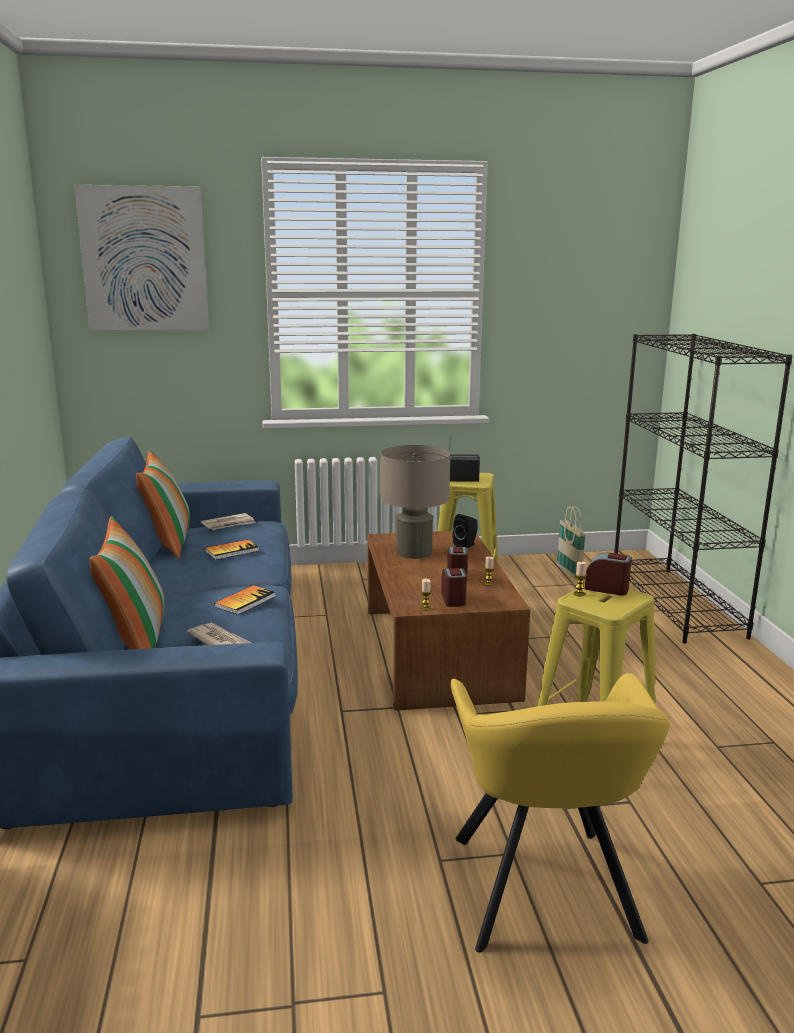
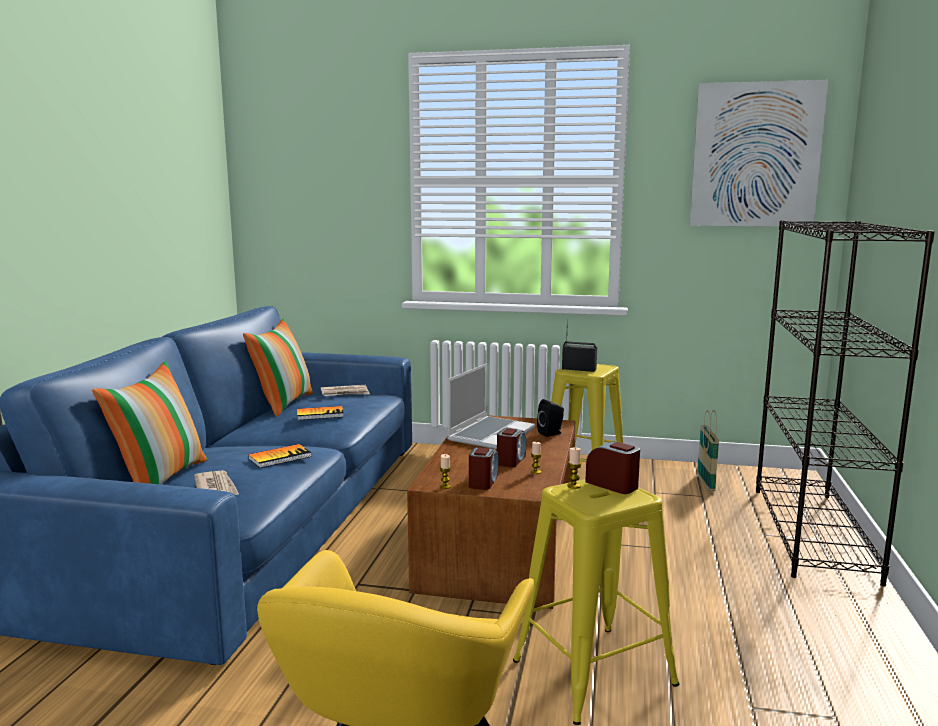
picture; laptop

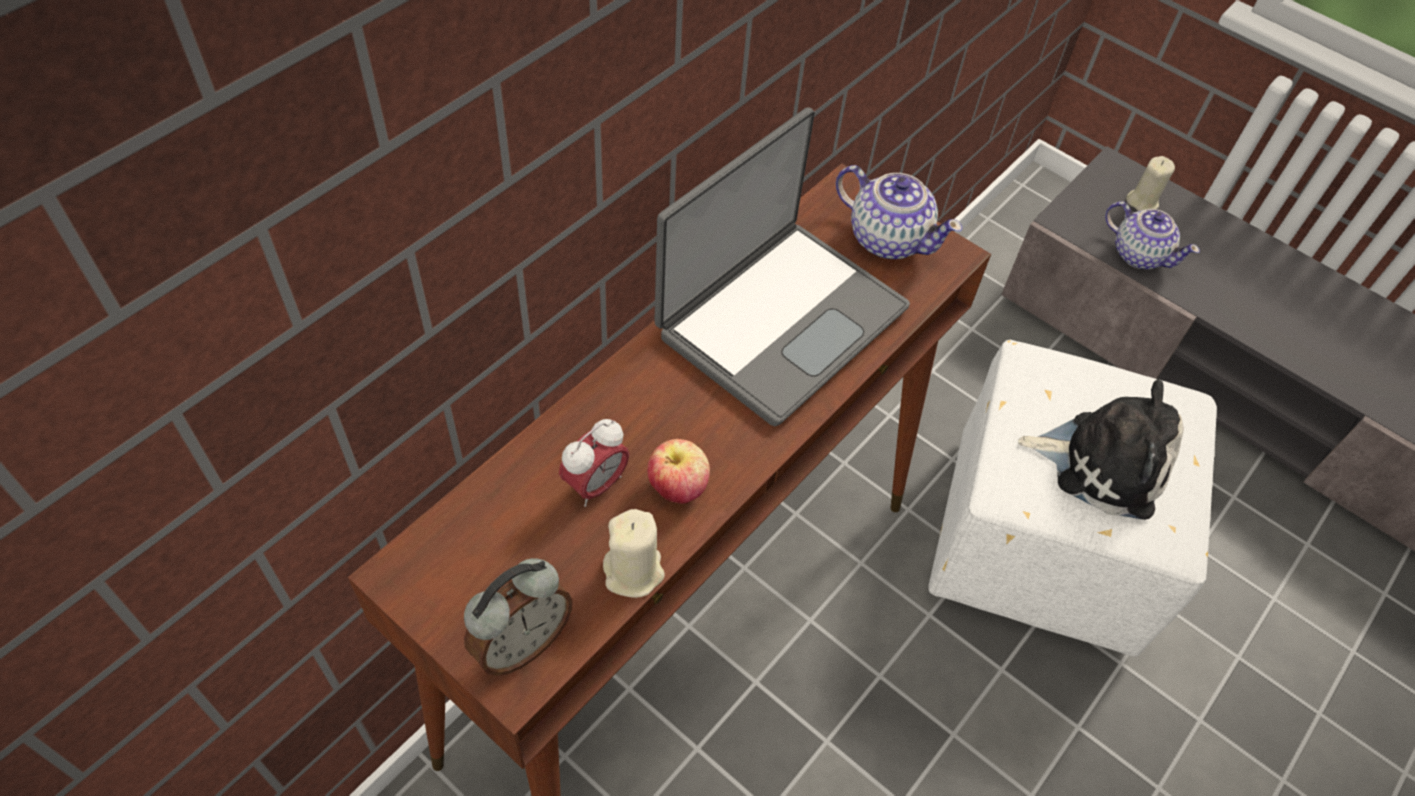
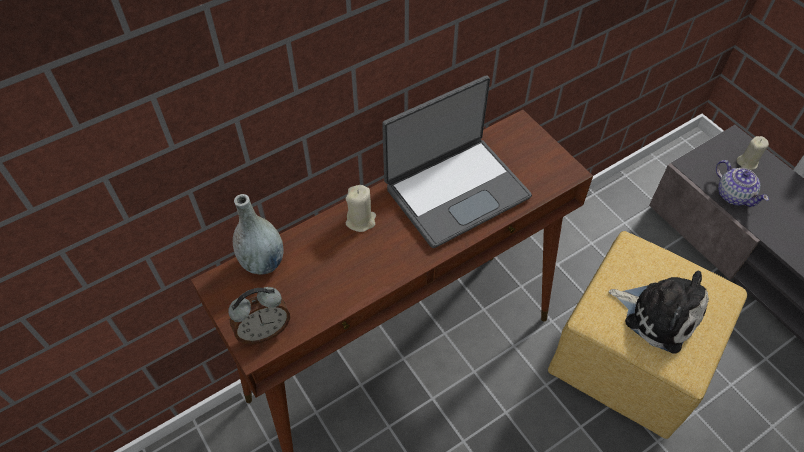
alarm clock (2nd from left in the first image); candle (beige) (1st from left); apple; teapot (1st from left in the first image); ottoman (yellow); vase (grey)

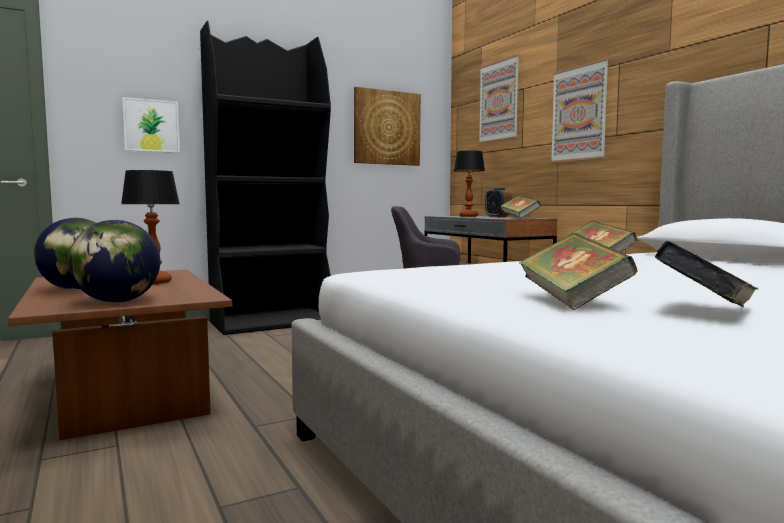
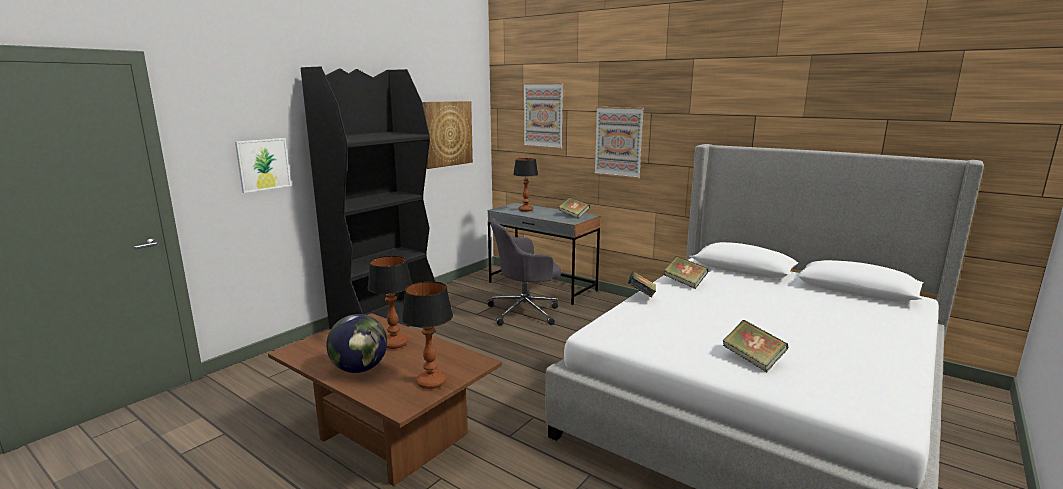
table lamp (2nd from left); alarm clock; book (2nd from left)

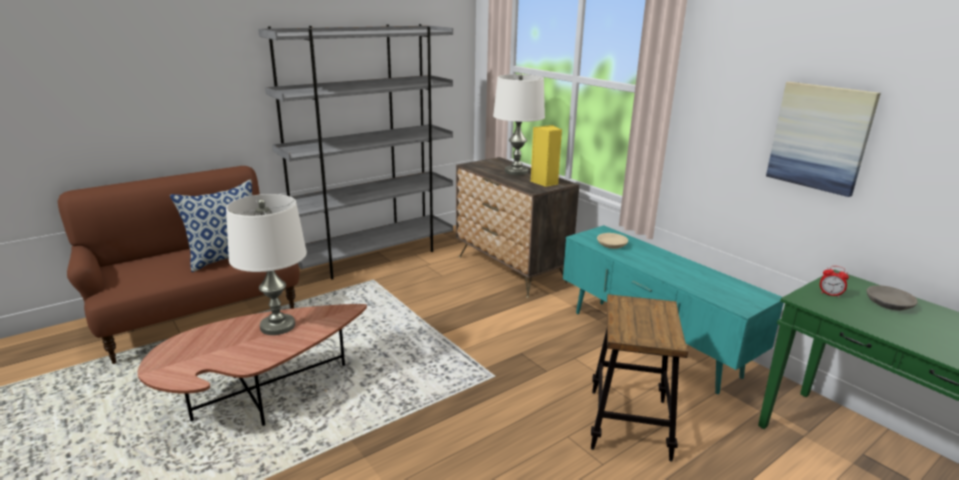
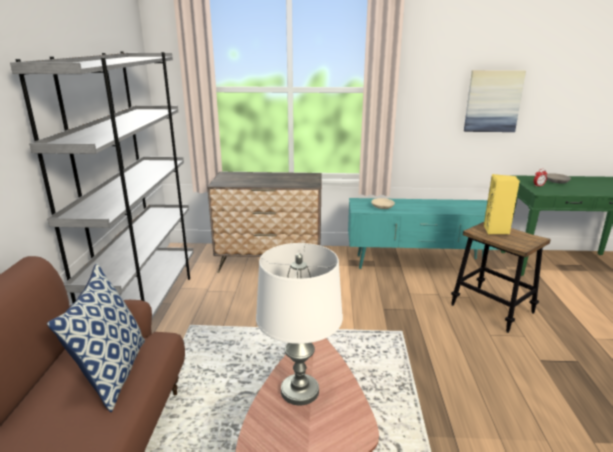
table lamp (white) (2nd from left in the first image); speaker (yellow)

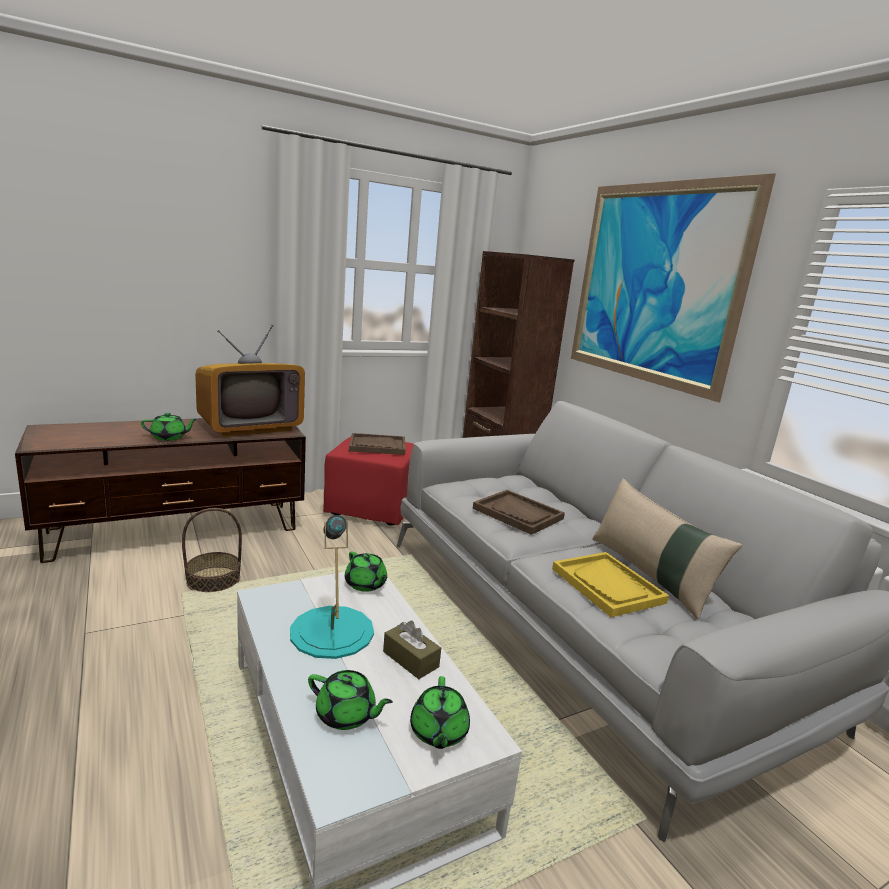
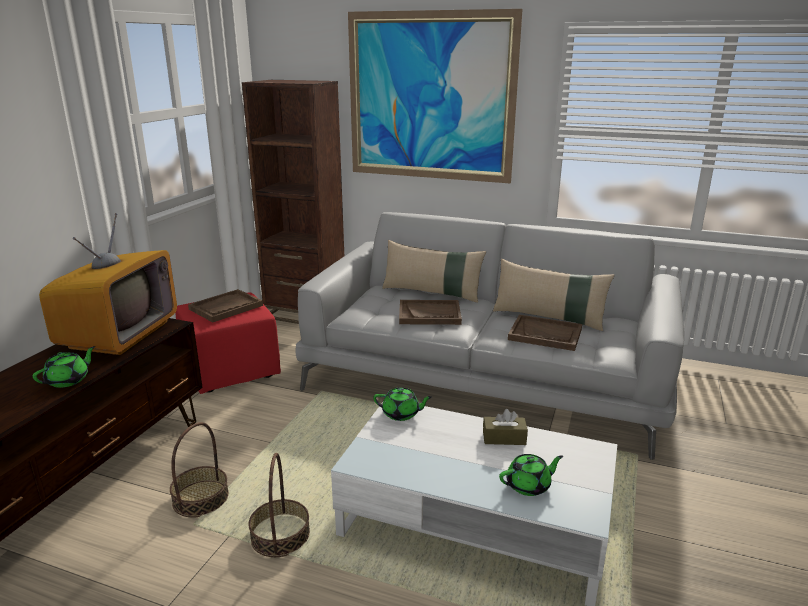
table lamp (turquoise); teapot (green) (4th from left in the first image); tray (brown) (3rd from left); basket (2nd from left); pillow (beige) (1st from left)

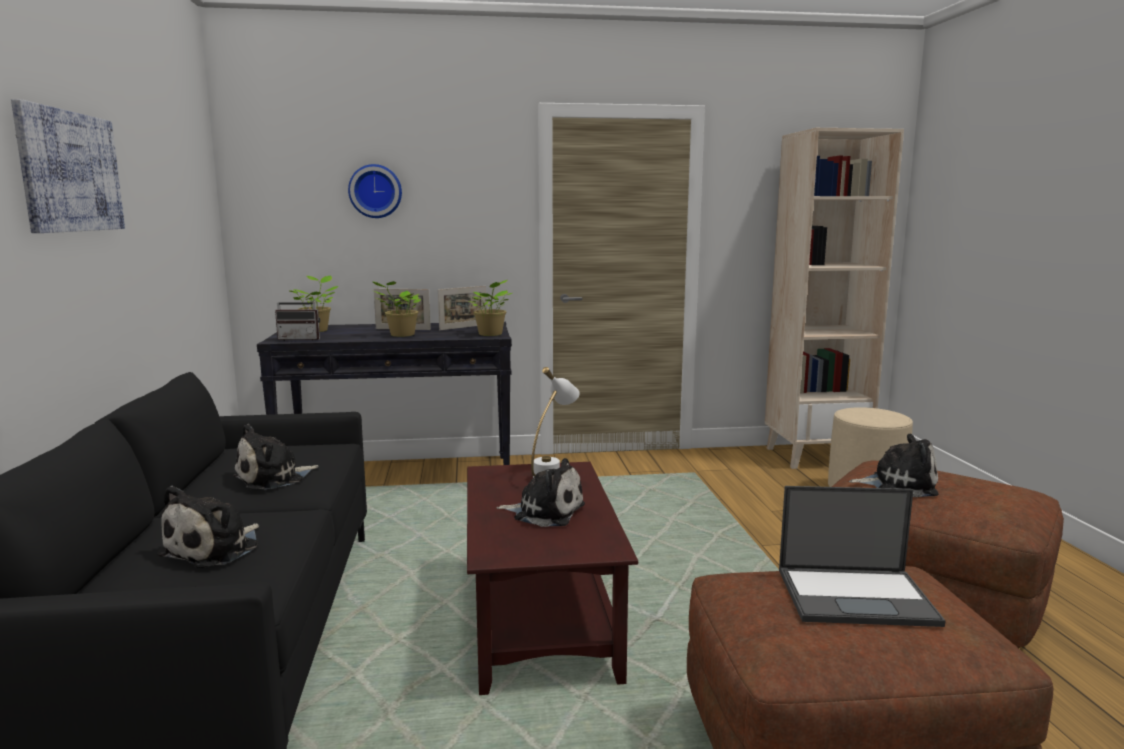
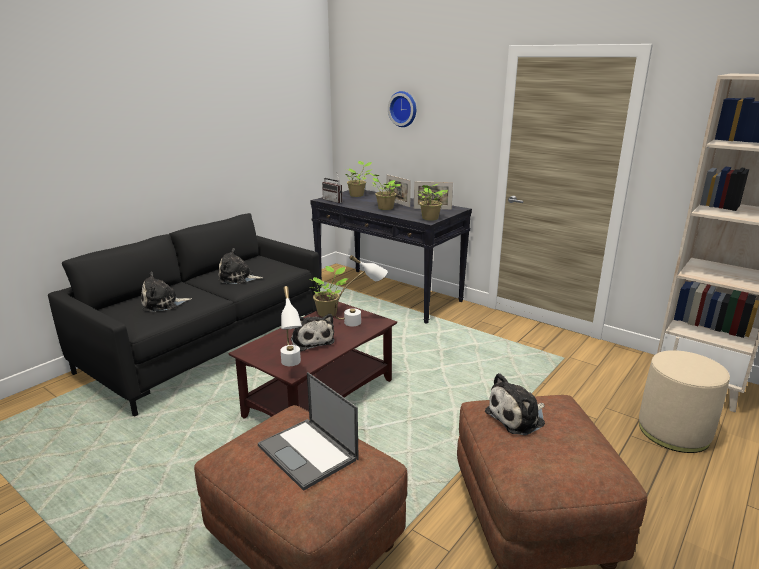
picture; plush toy (4th from left); table lamp (white) (1st from left); potted plant (1st from left)

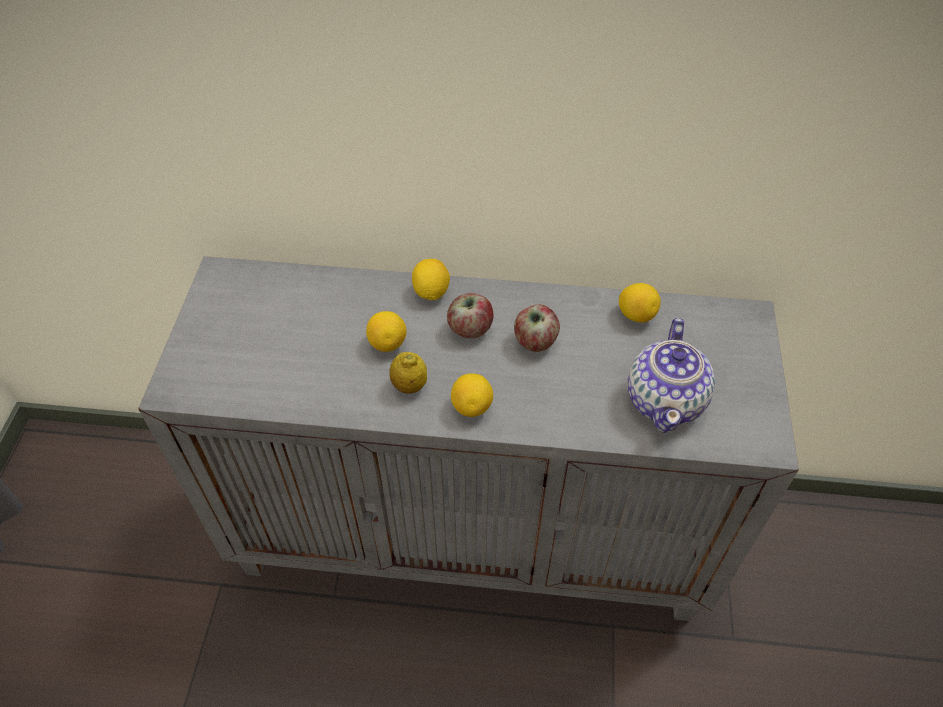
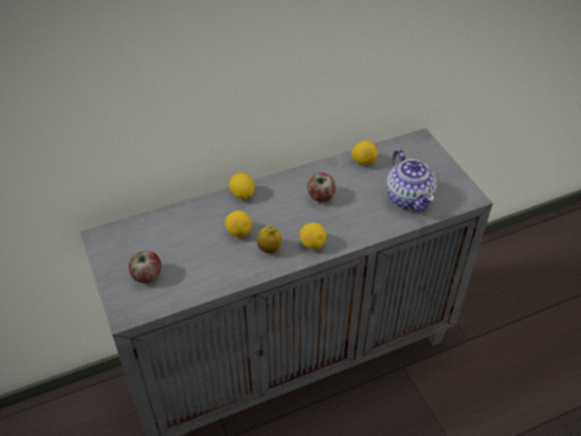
apple (1st from left)

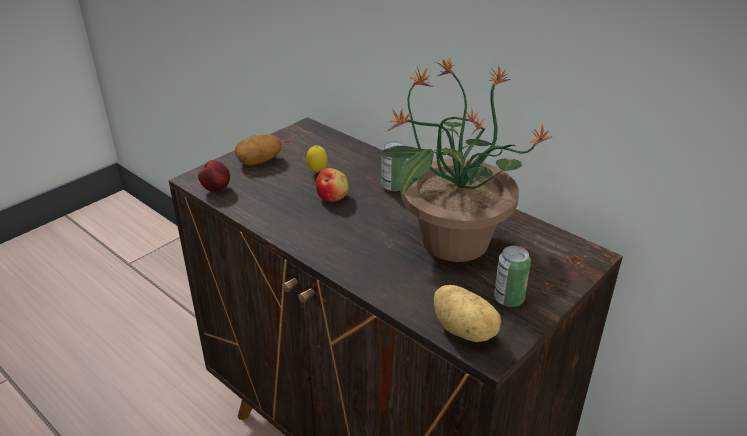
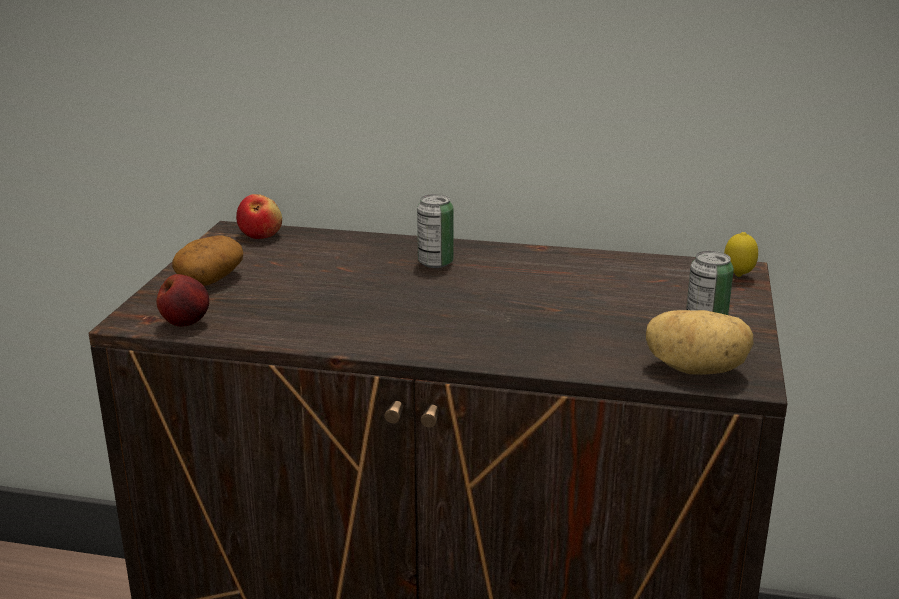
lemon; apple (2nd from left); potted plant

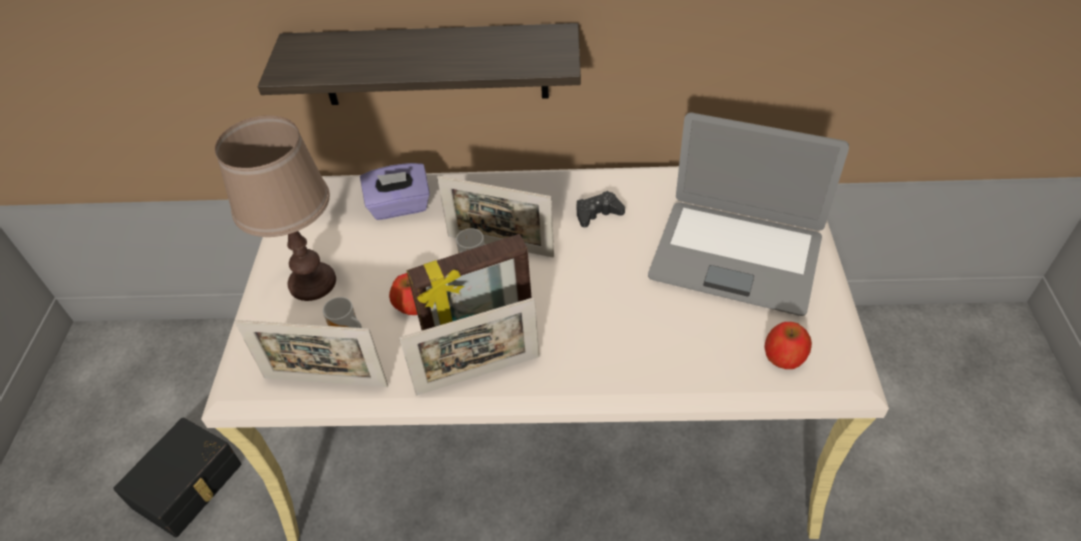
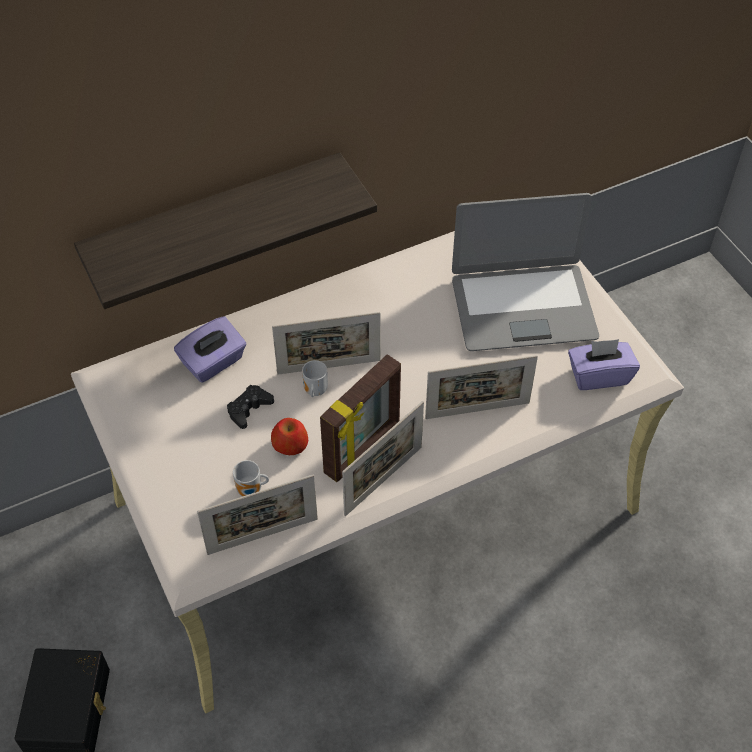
table lamp (brown); game controller (black); tissue box (purple) (2nd from left); picture frame (5th from left)

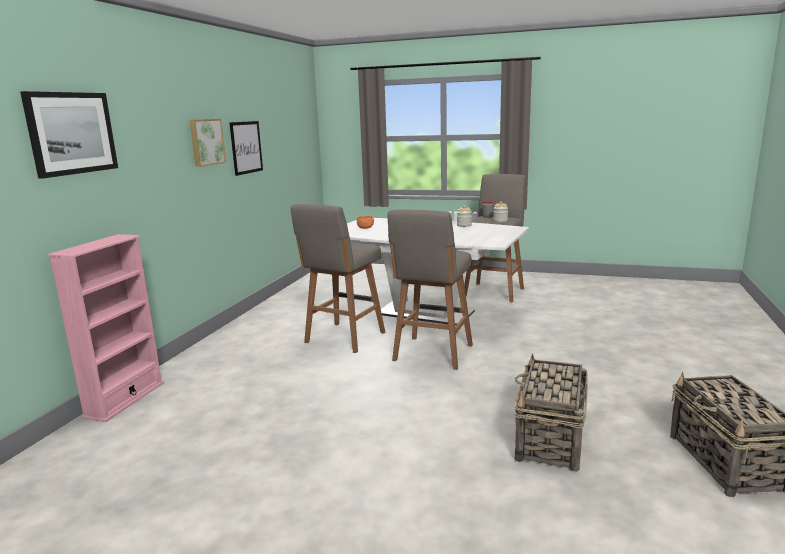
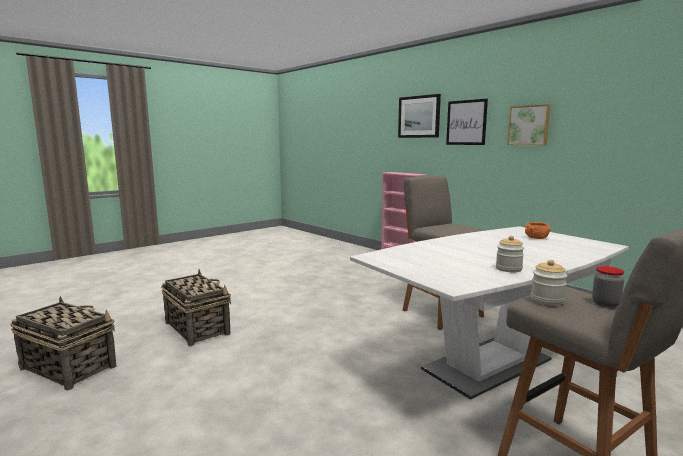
picture (2nd from left); stool (grey) (2nd from left in the first image)

